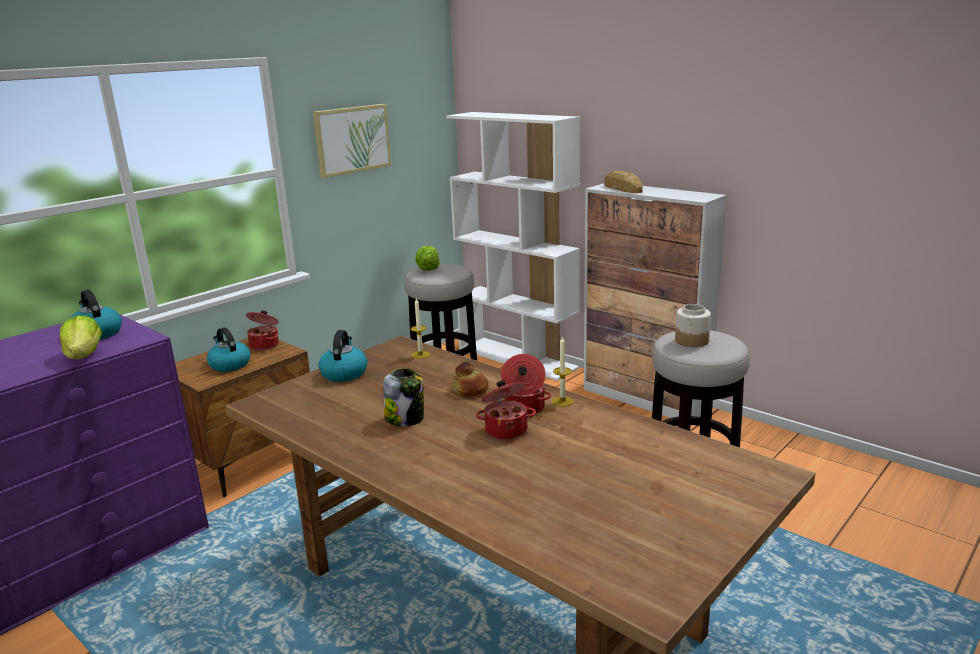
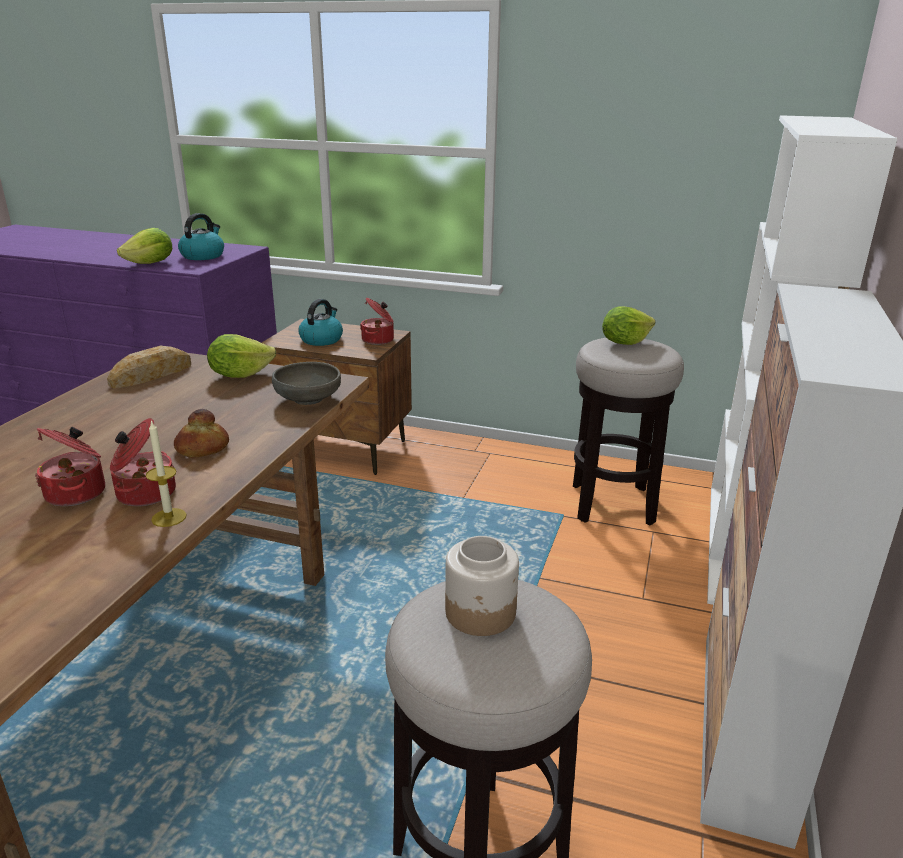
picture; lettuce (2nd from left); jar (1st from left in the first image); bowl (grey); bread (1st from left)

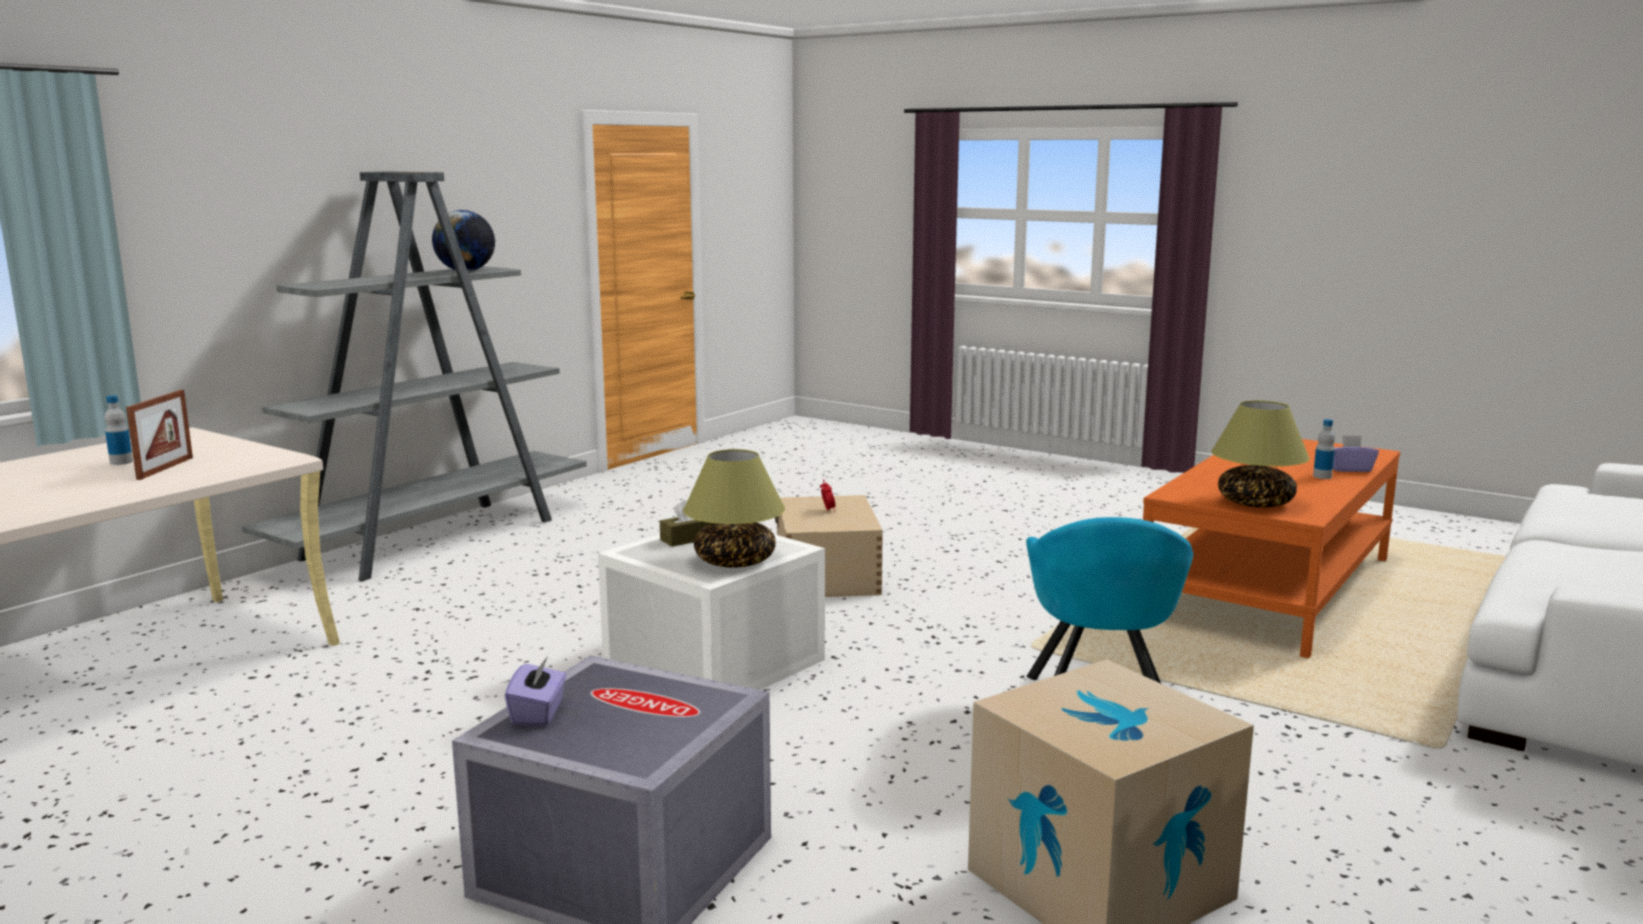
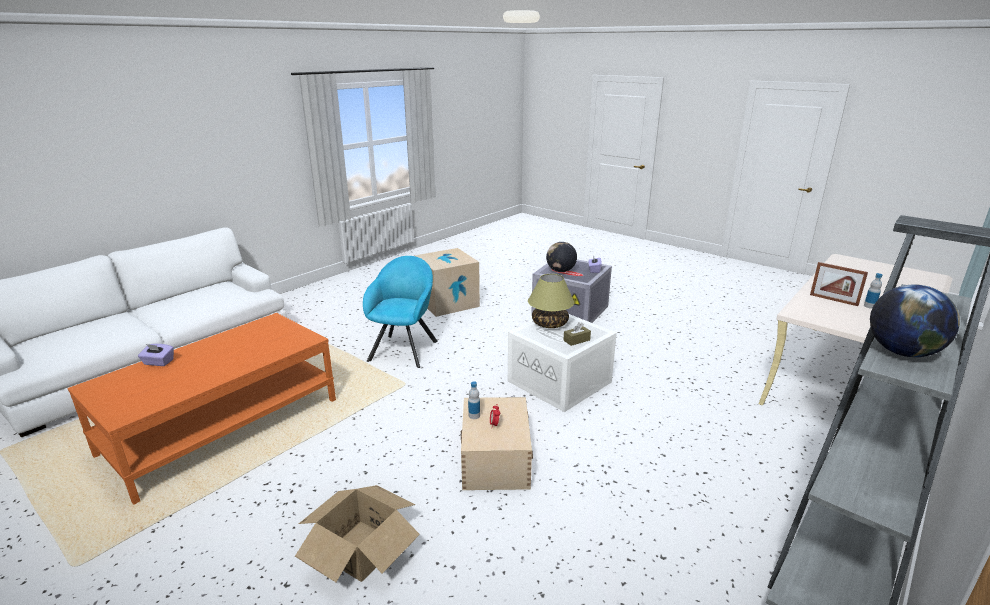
picture frame; table lamp (2nd from left in the first image); bottle (1st from left); cardboard box (1st from left); globe (1st from left)

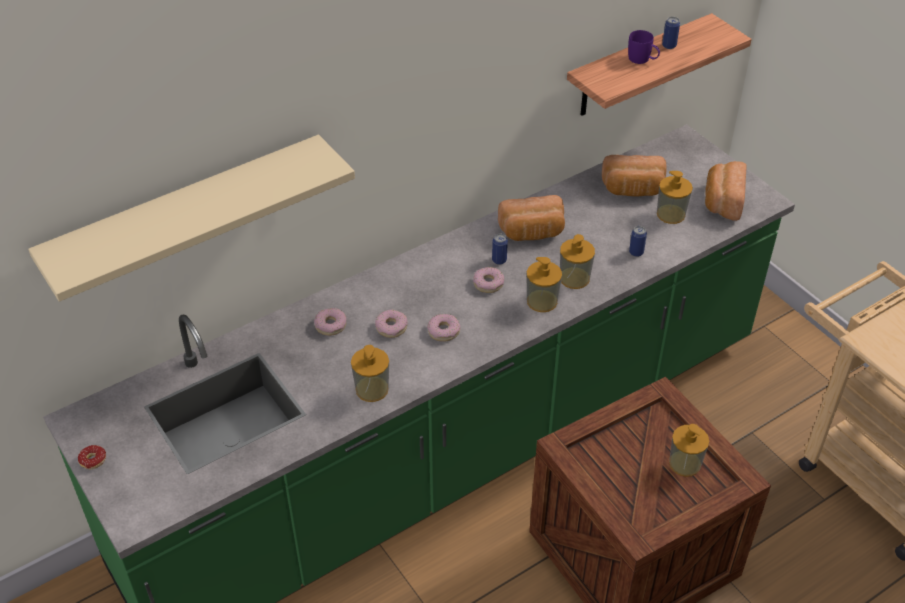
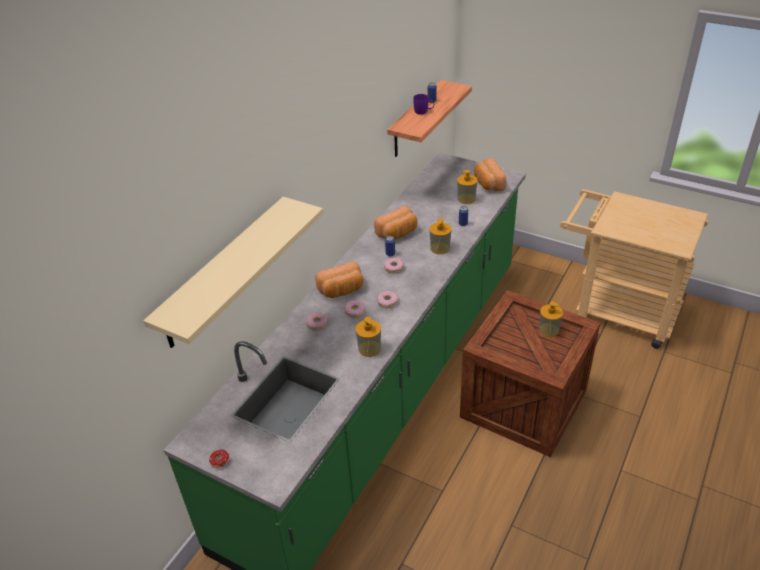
soap dispenser (2nd from left in the first image); bread (1st from left)

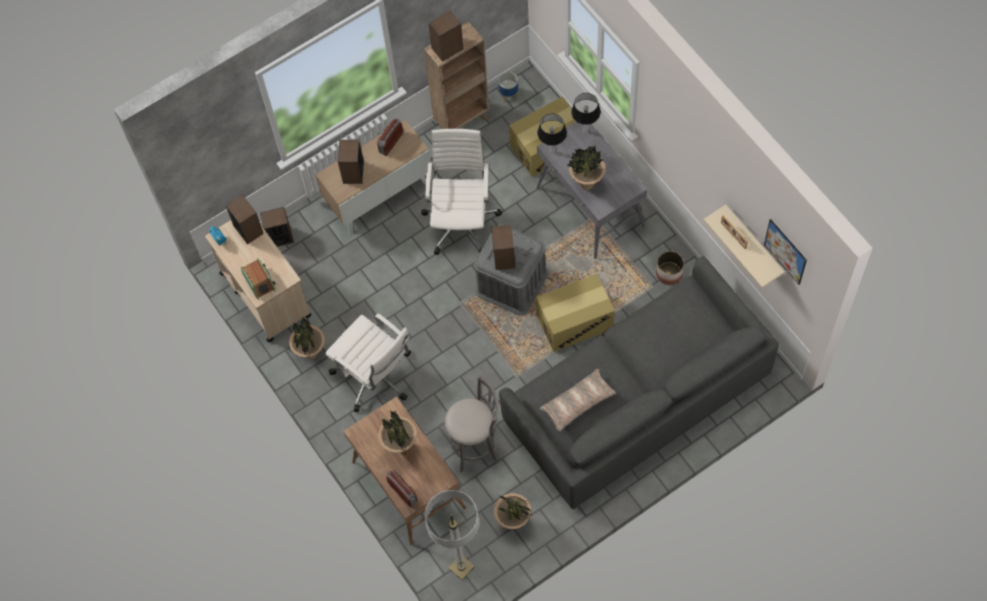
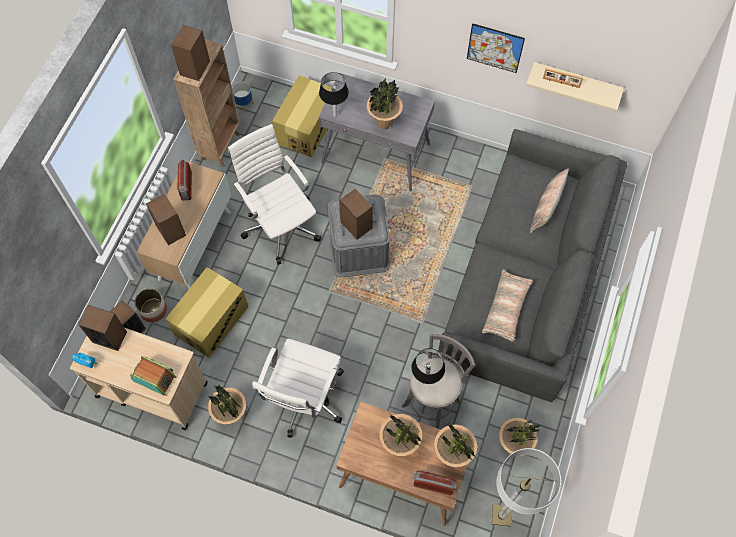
office chair (white) (2nd from left); cardboard box (1st from left); table lamp (2nd from left); planter (1st from left); picture; potted plant (4th from left); pillow (2nd from left)

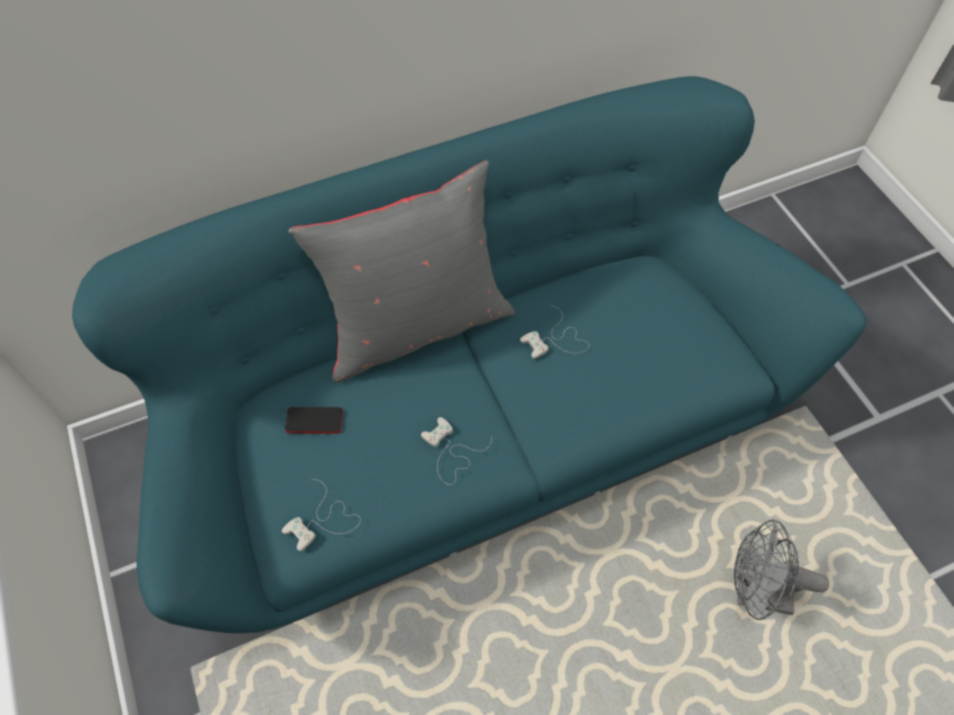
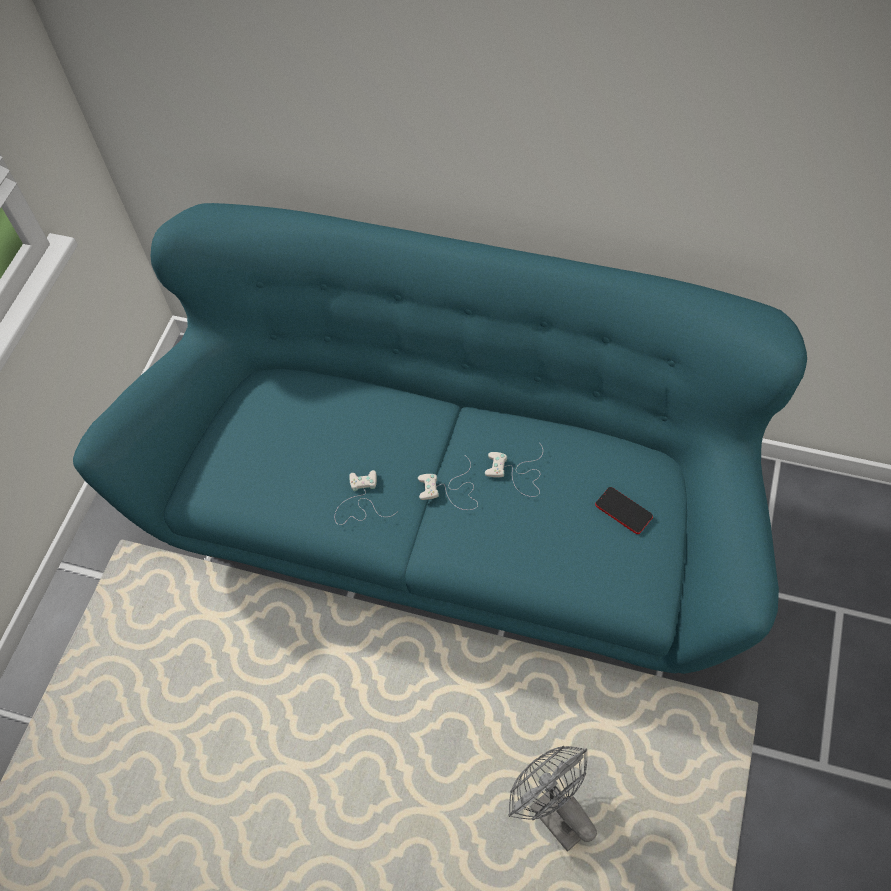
game controller (white) (2nd from left); phone; pillow (grey)

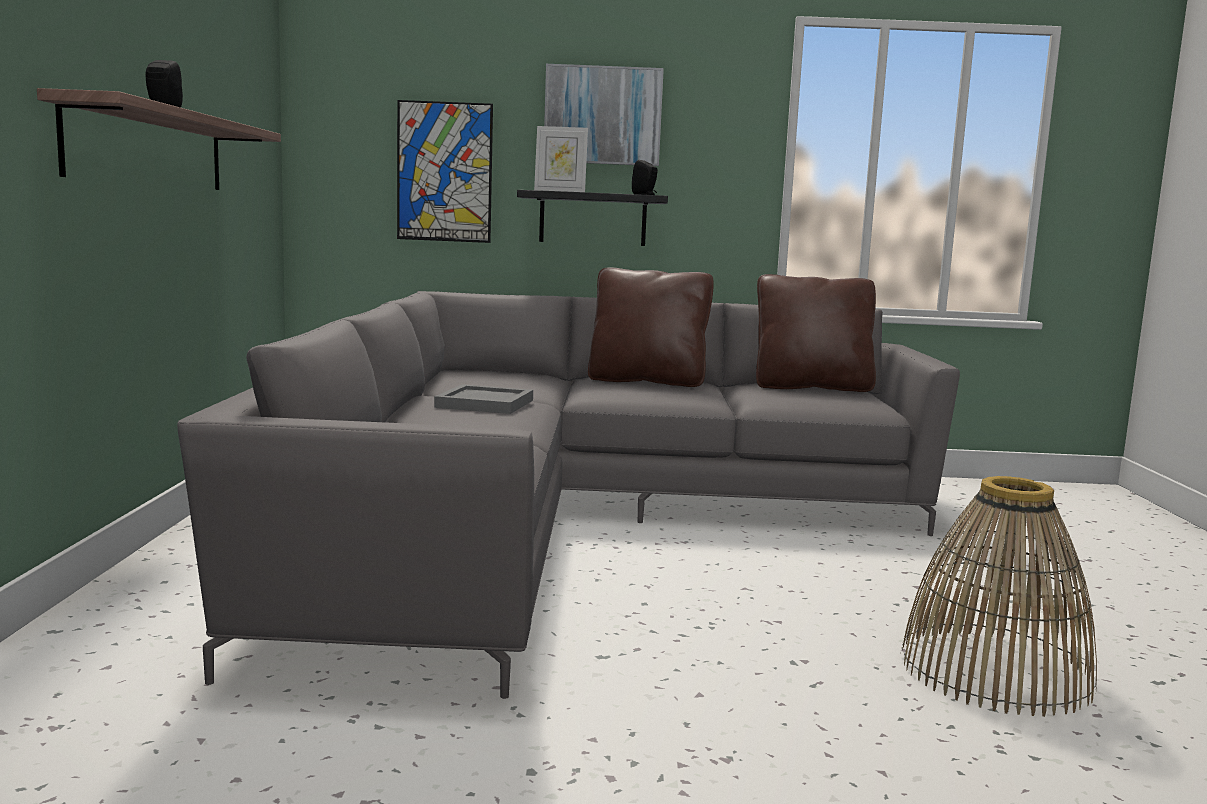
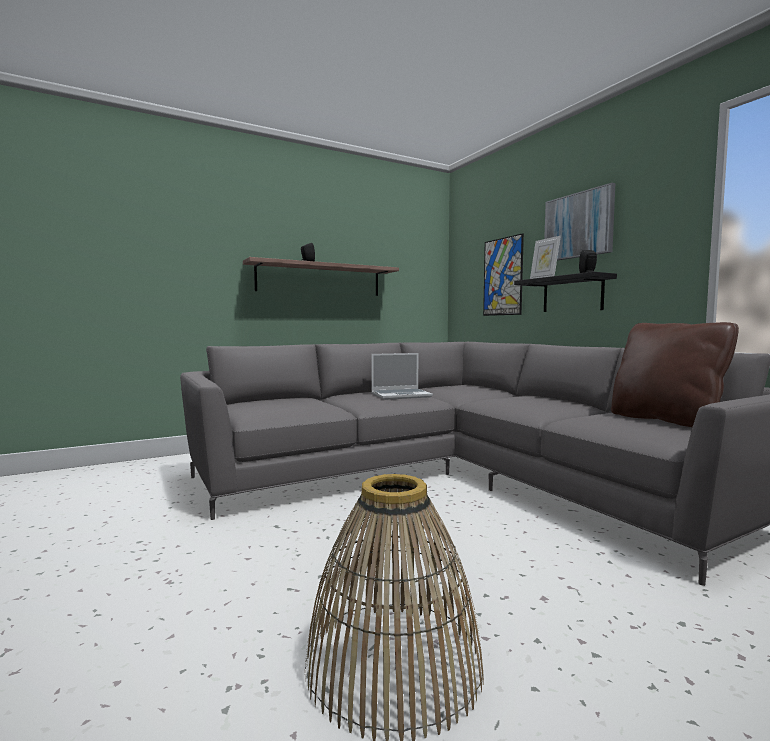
laptop; pillow (brown) (1st from left in the first image)

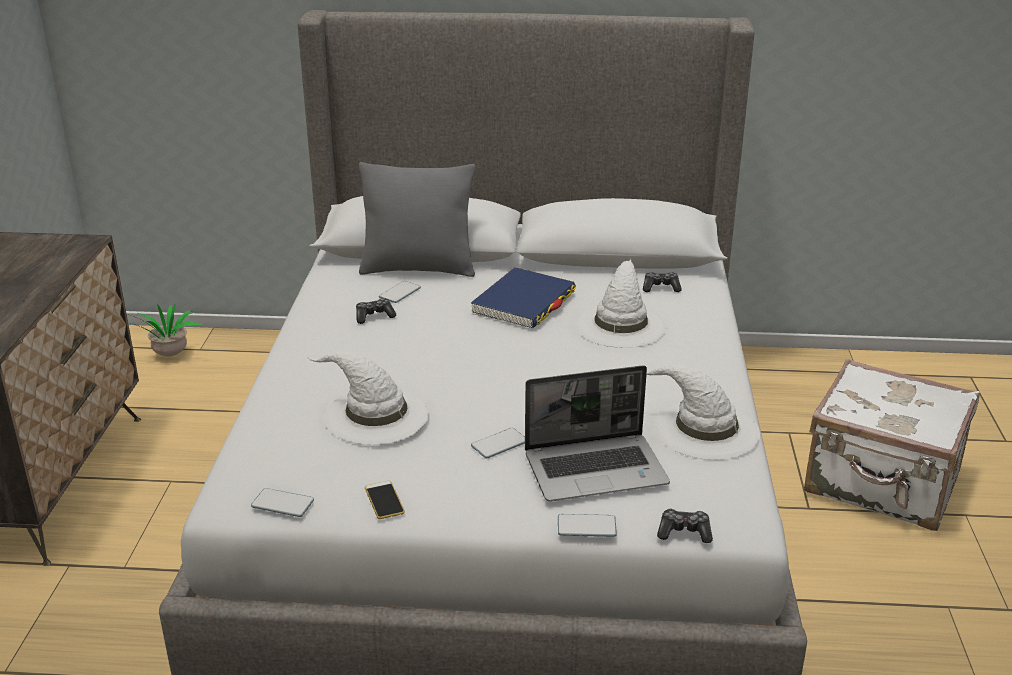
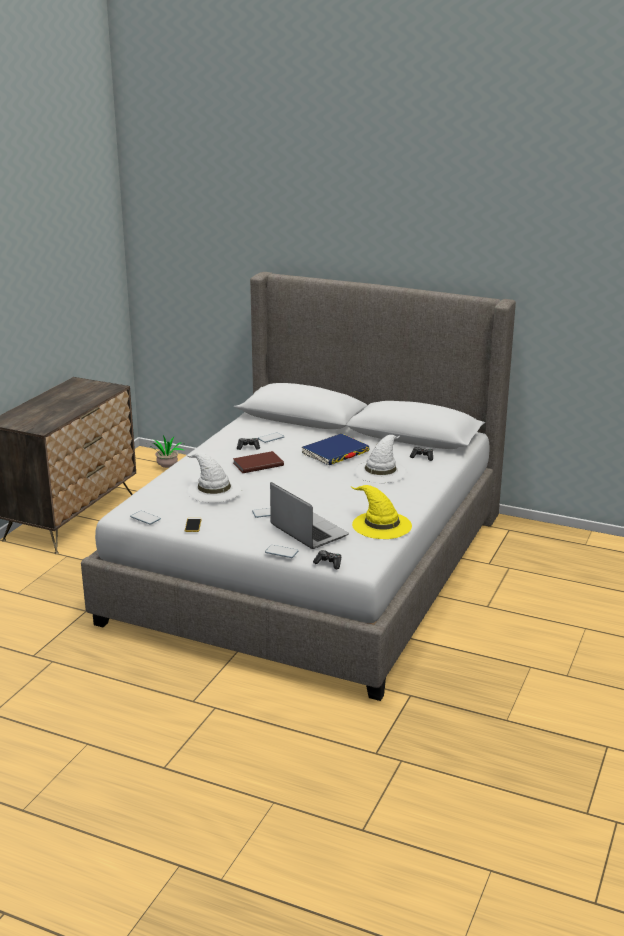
pillow (grey); laptop; hat (yellow); suitcase (white); book (brown)

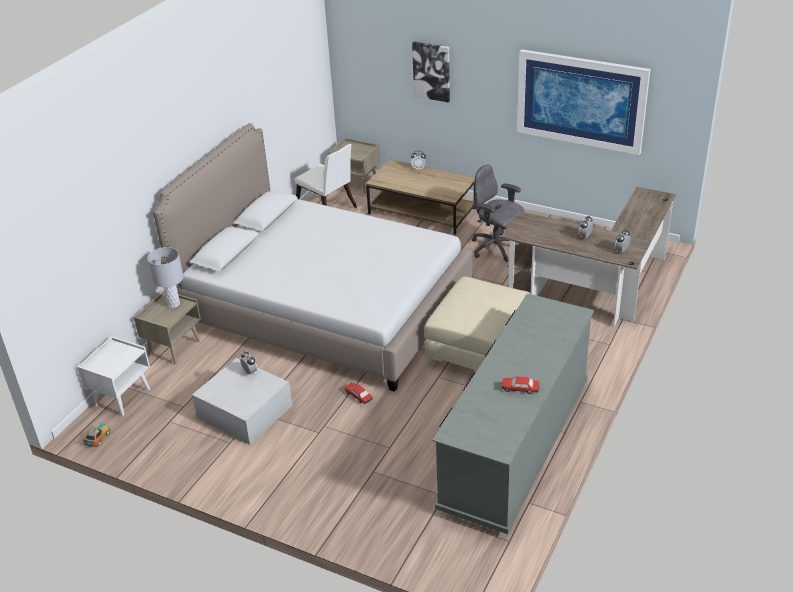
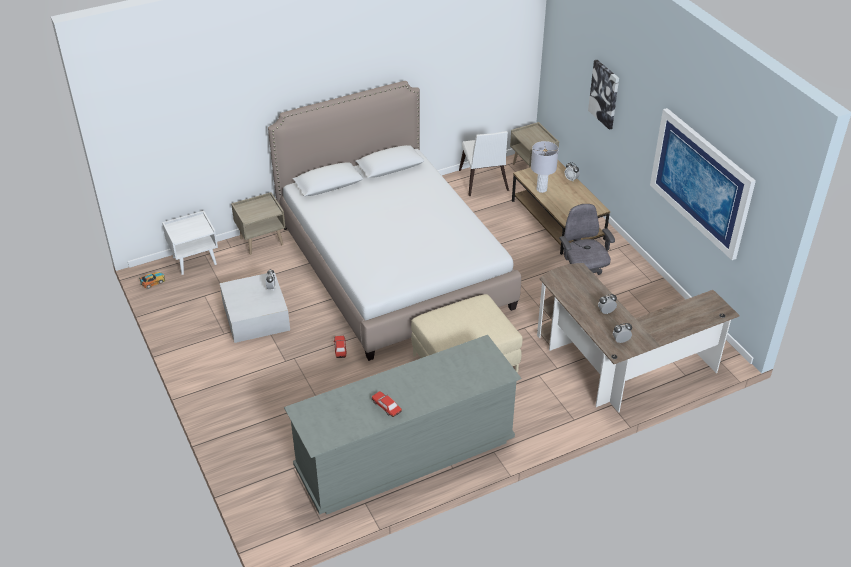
table lamp (grey)

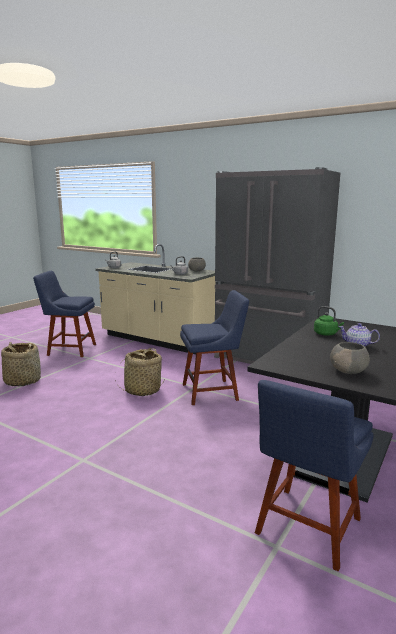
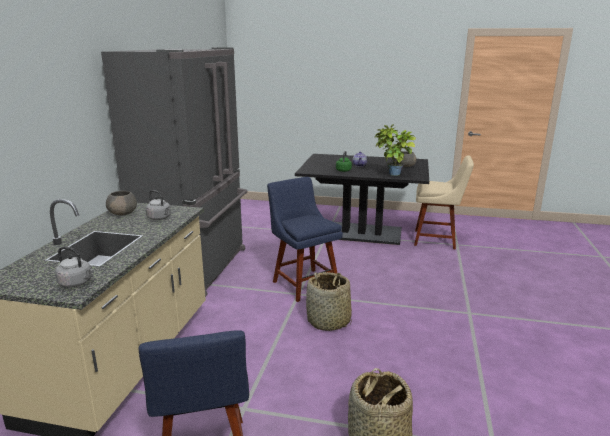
chair (beige); potted plant

